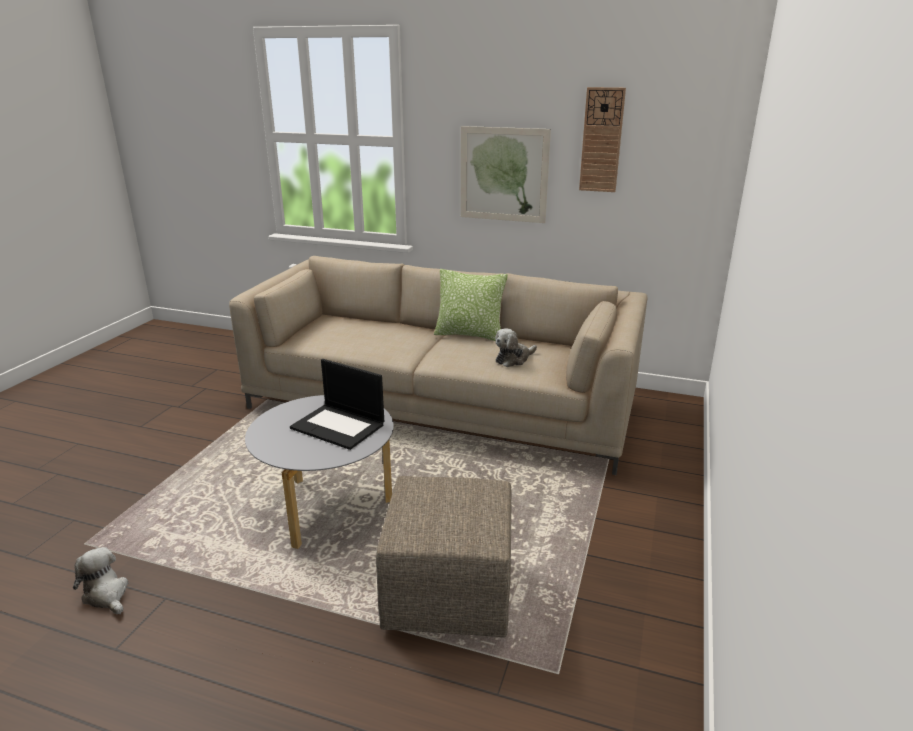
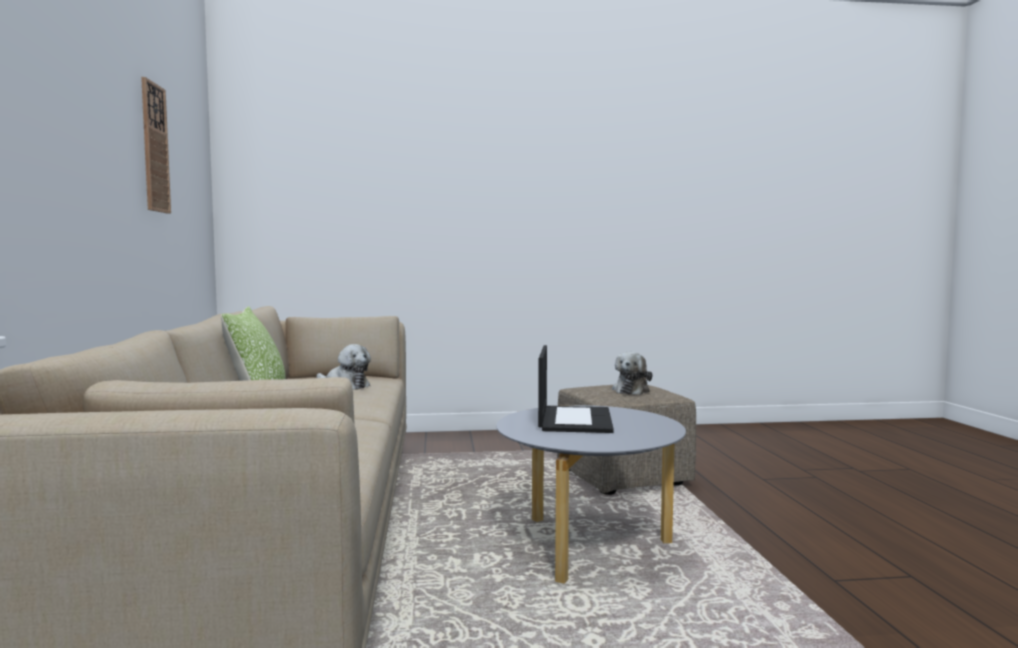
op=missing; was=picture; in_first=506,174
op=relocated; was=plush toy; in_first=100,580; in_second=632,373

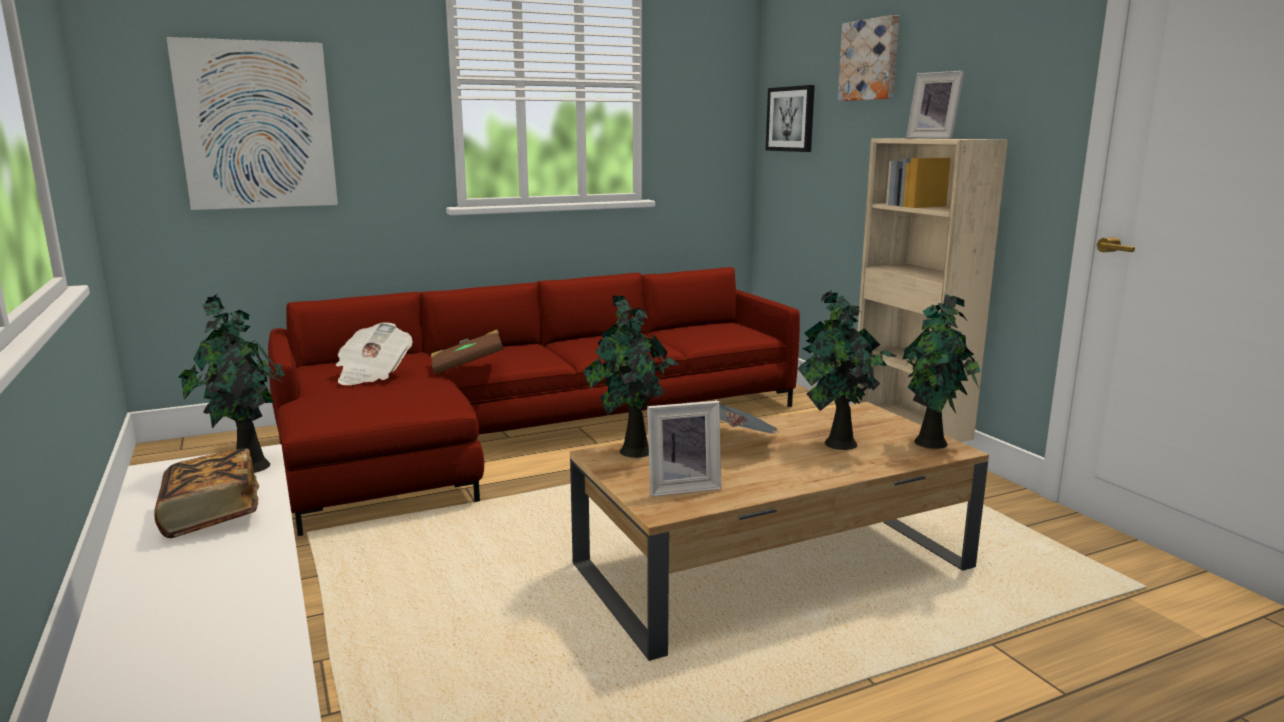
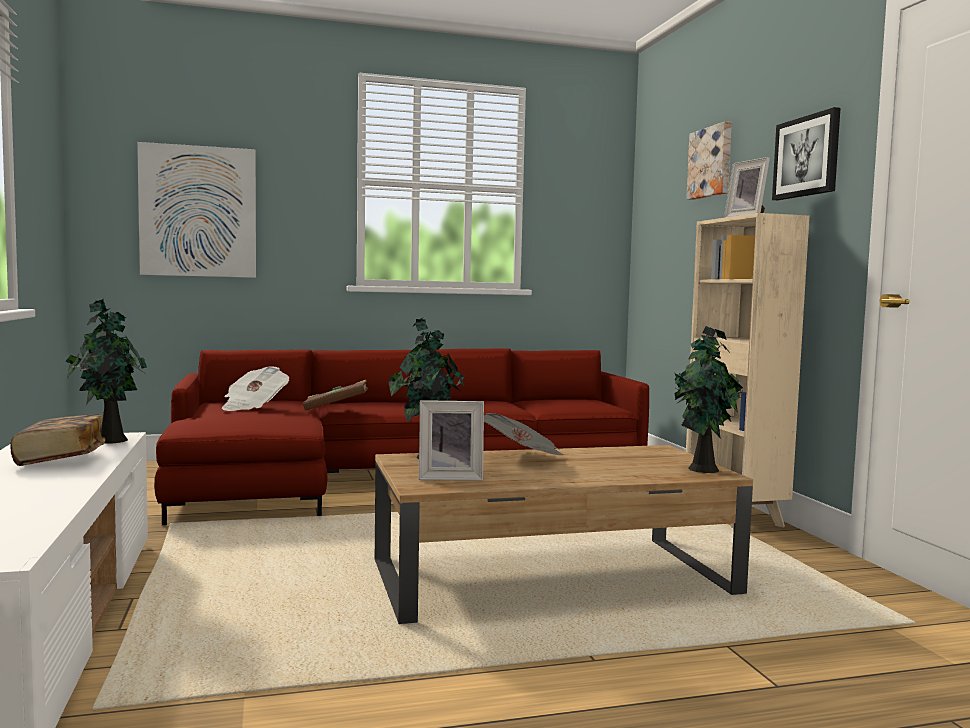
op=relocated; was=picture; in_first=790,118; in_second=806,153
op=missing; was=plant in a pot; in_first=846,370

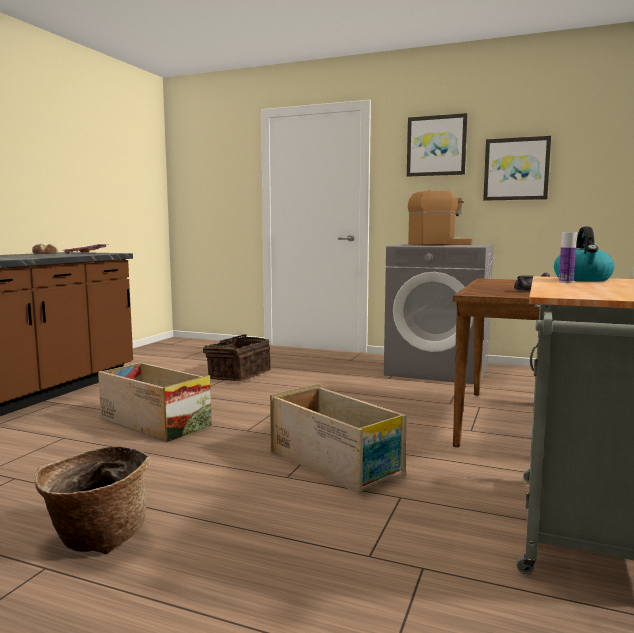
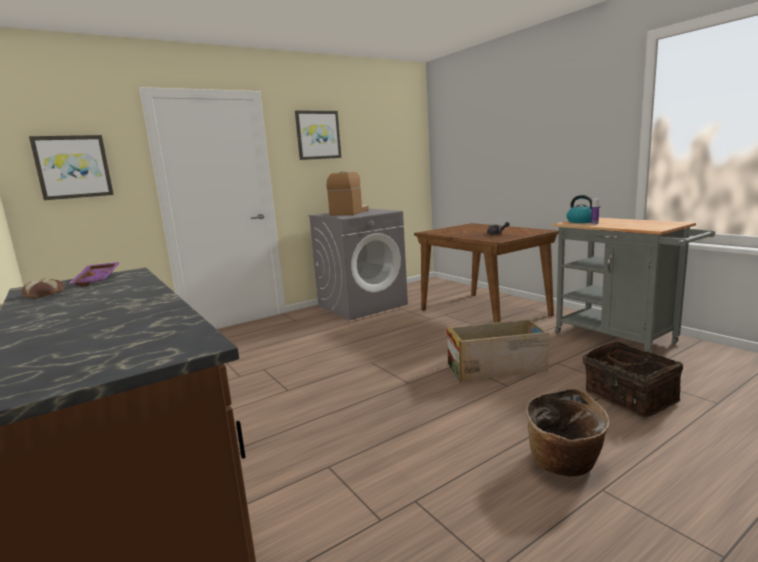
op=relocated; was=picture; in_first=517,168; in_second=71,167
op=relocated; was=basket; in_first=234,357; in_second=633,380
op=missing; was=packing crate; in_first=155,402

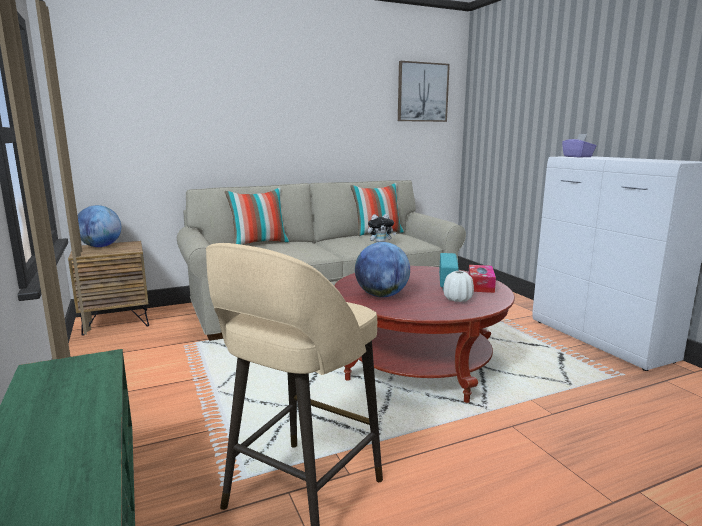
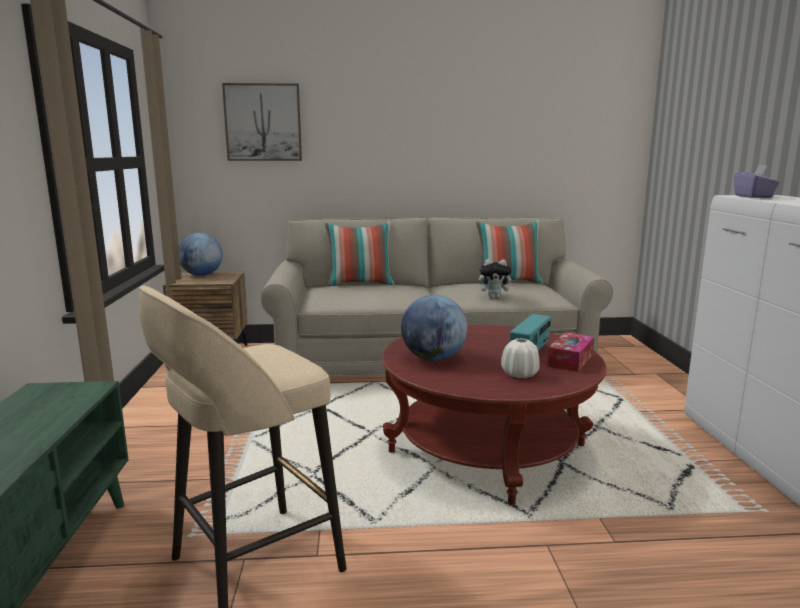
op=relocated; was=picture; in_first=424,91; in_second=262,122

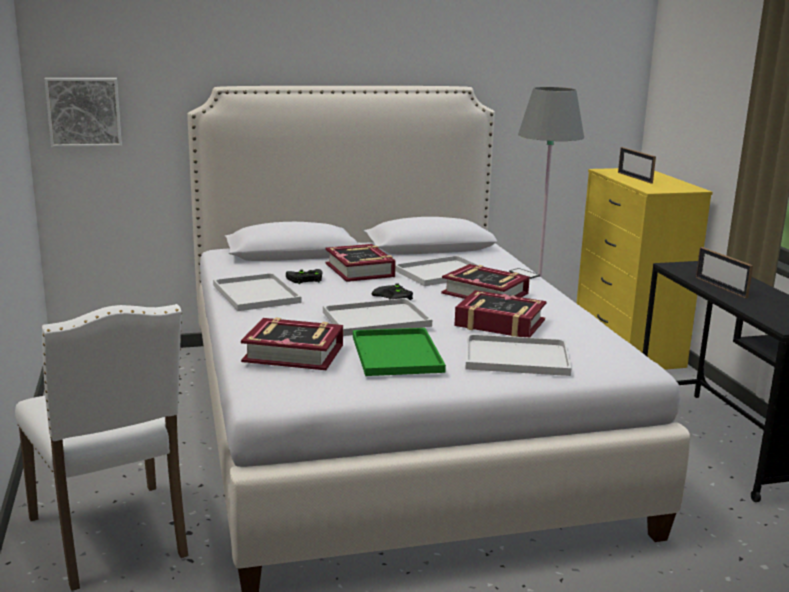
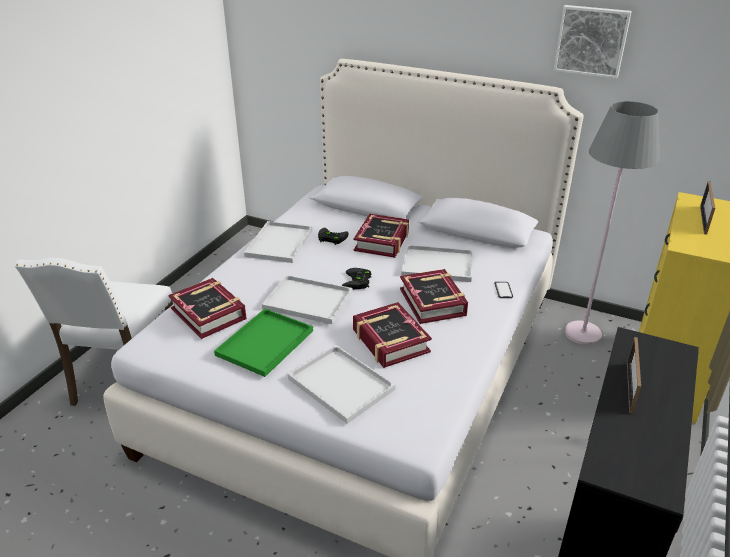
op=relocated; was=picture; in_first=83,113; in_second=593,42

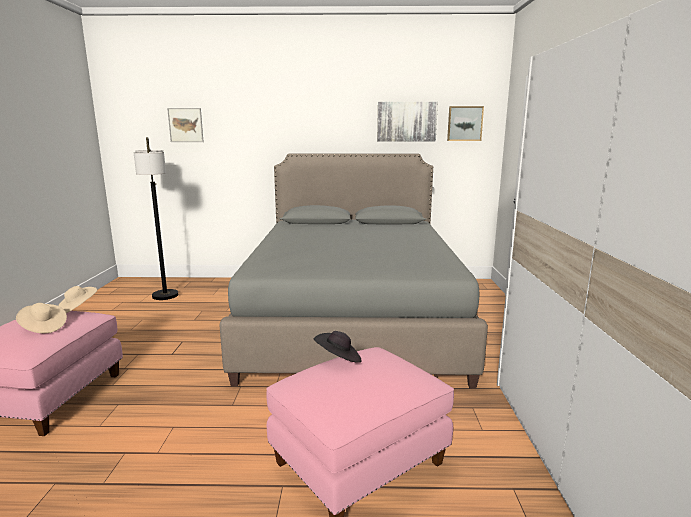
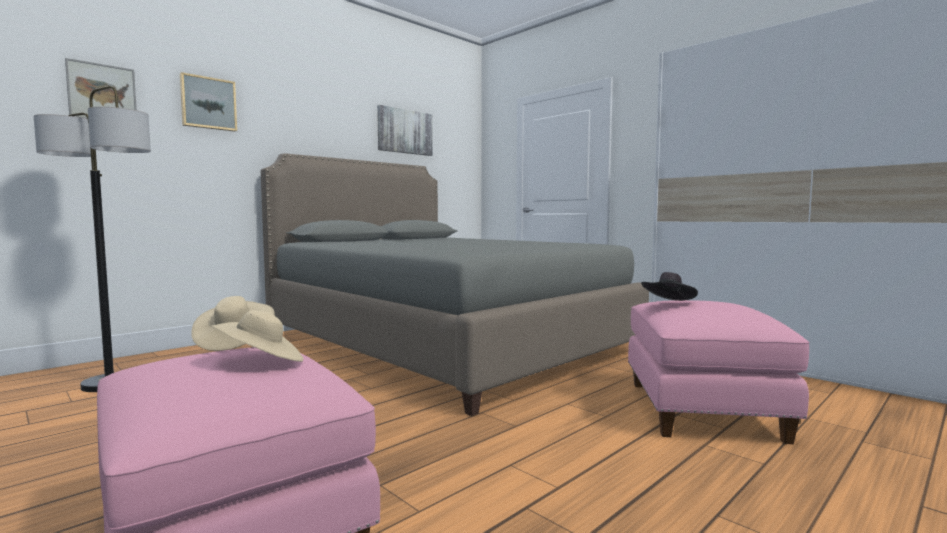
op=relocated; was=picture; in_first=465,123; in_second=208,101

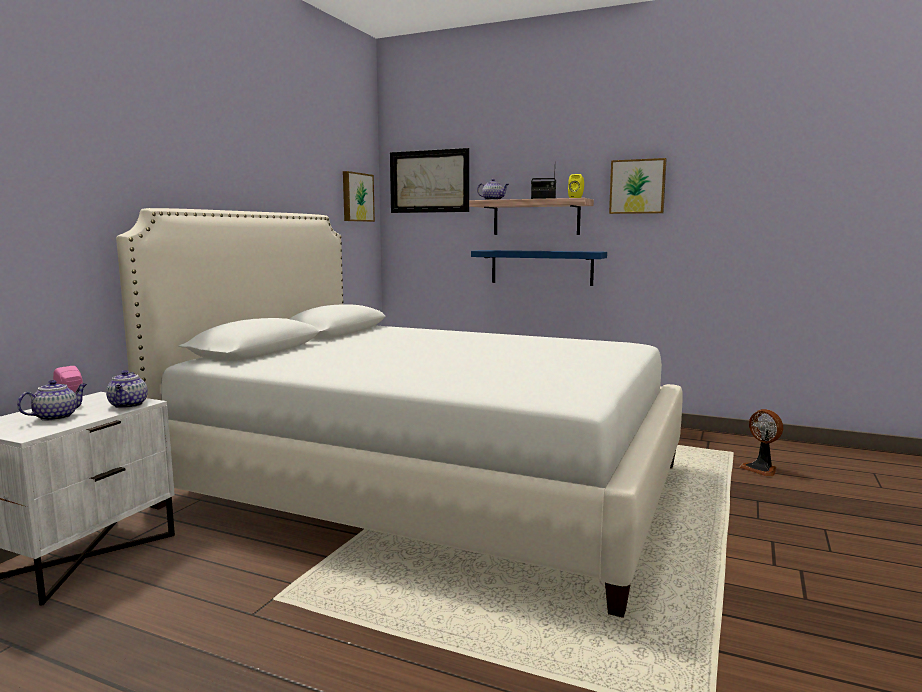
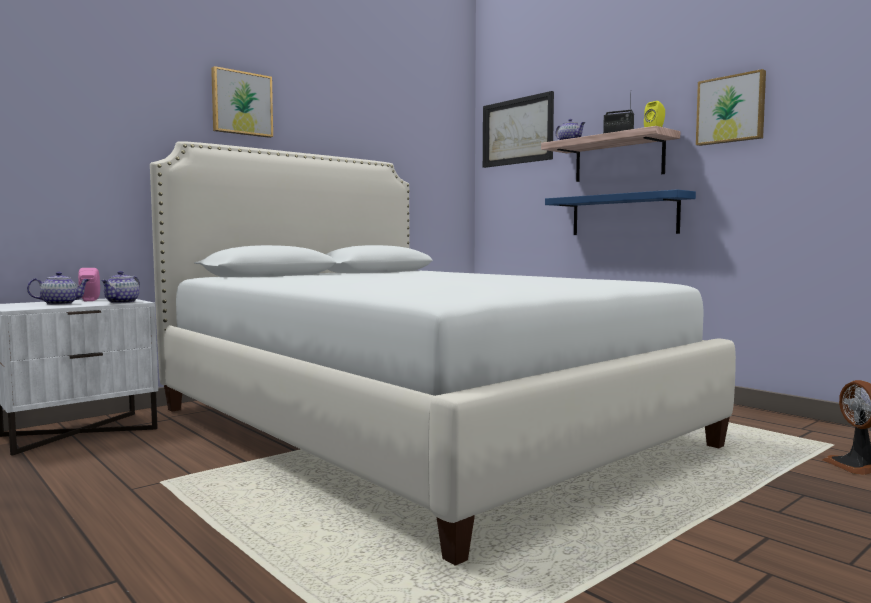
op=relocated; was=picture; in_first=359,196; in_second=242,102

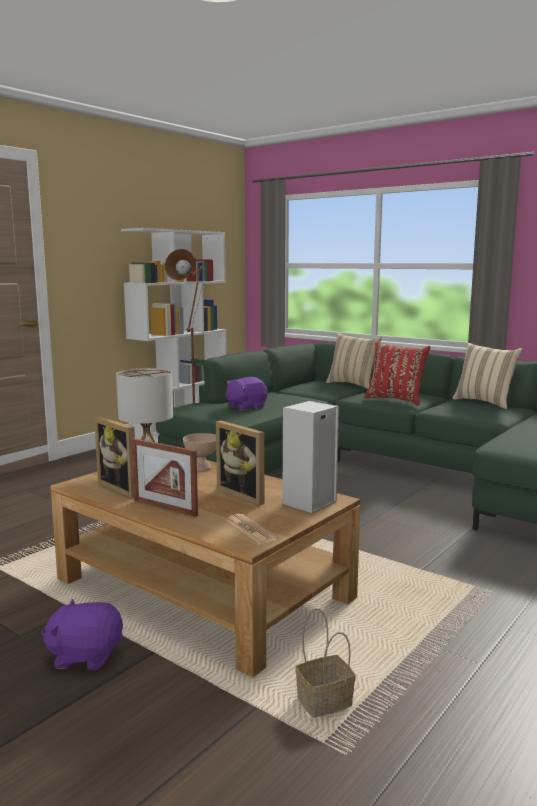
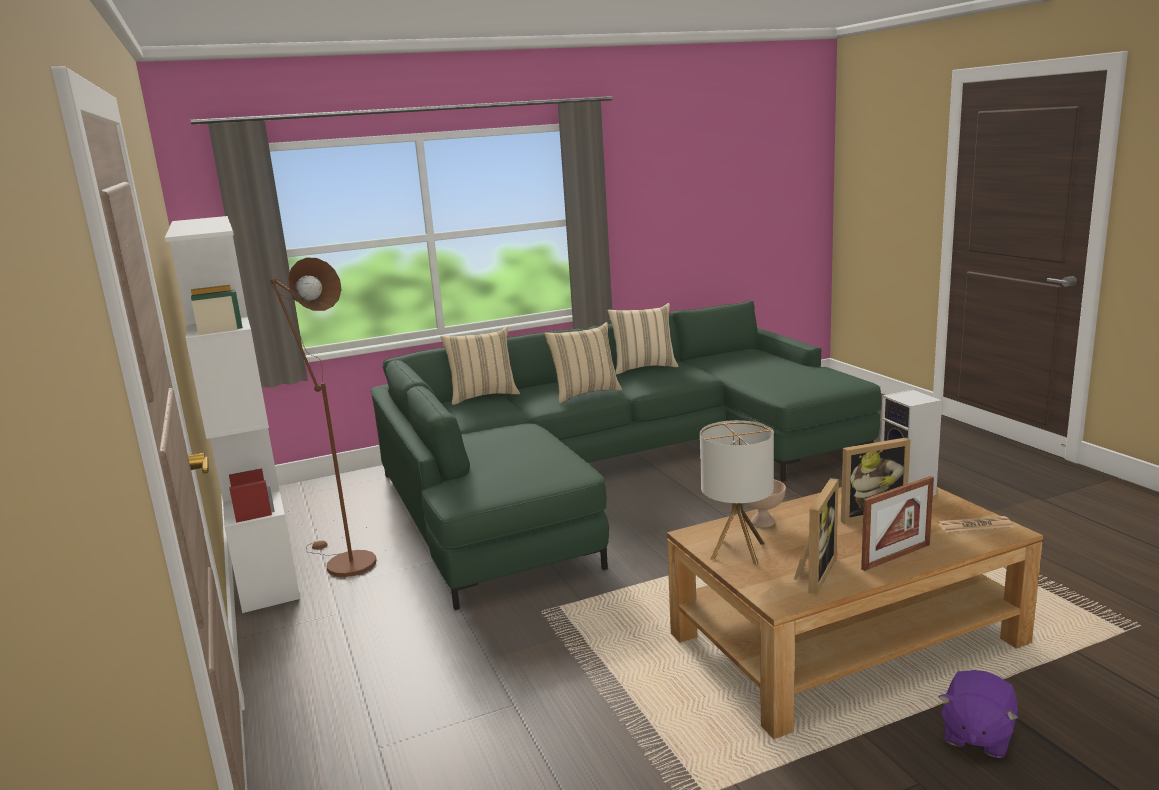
op=colour; was=reddish throw pillow; now=beige-coloured throw pillow; in_first=397,374; in_second=583,362
op=missing; was=purple plush toy; in_first=246,394
op=spun; was=standing frame; in_first=114,457; in_second=816,536; clockwise=-45
op=missing; was=basket; in_first=325,663

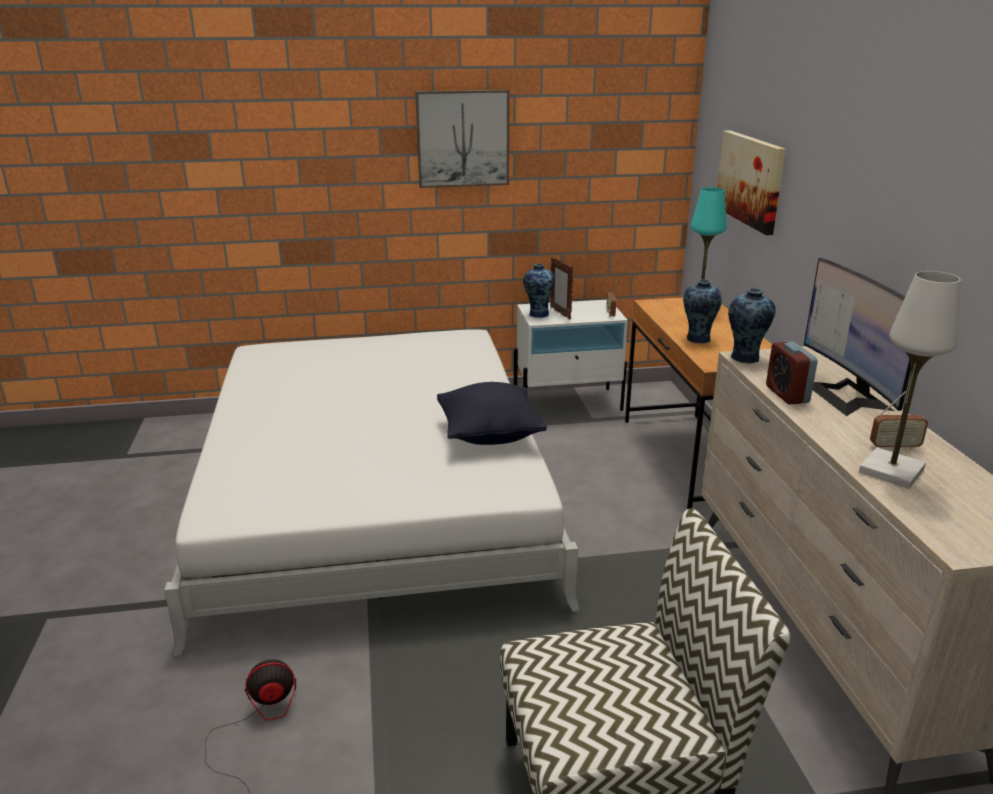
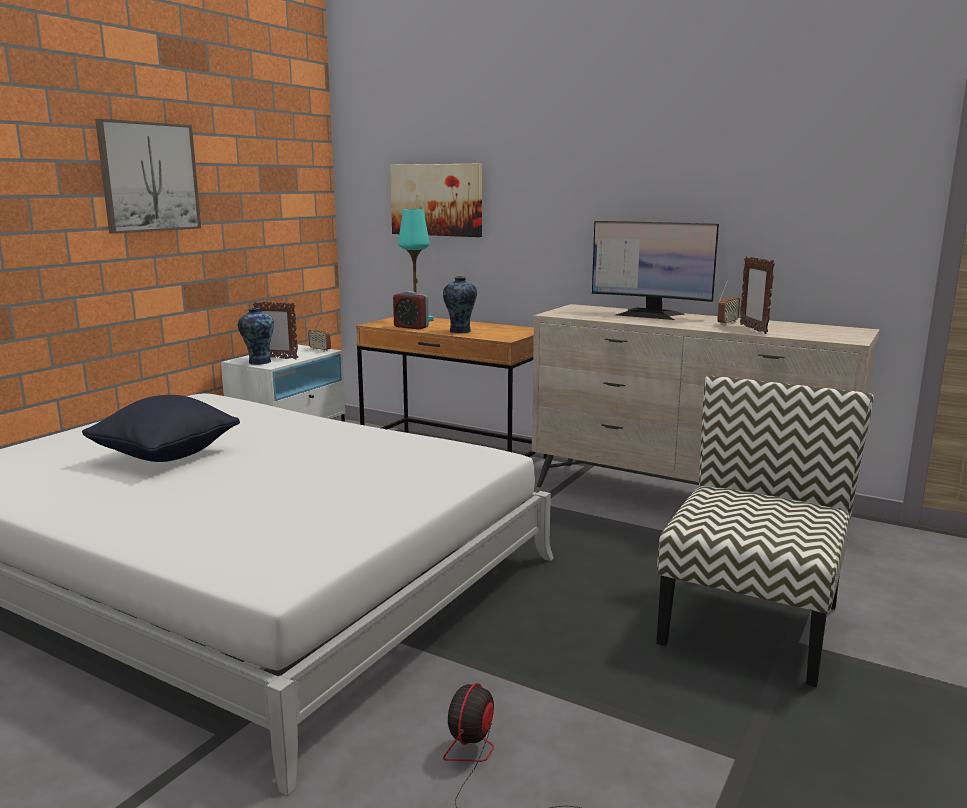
op=exchanged; was=white-coloured table lamp; now=standing frame; in_first=910,380; in_second=757,295
op=missing; was=flower vase; in_first=752,326
op=relocated; was=bedside clock; in_first=792,372; in_second=411,310
op=relocated; was=blackish throw pillow; in_first=492,413; in_second=161,428

